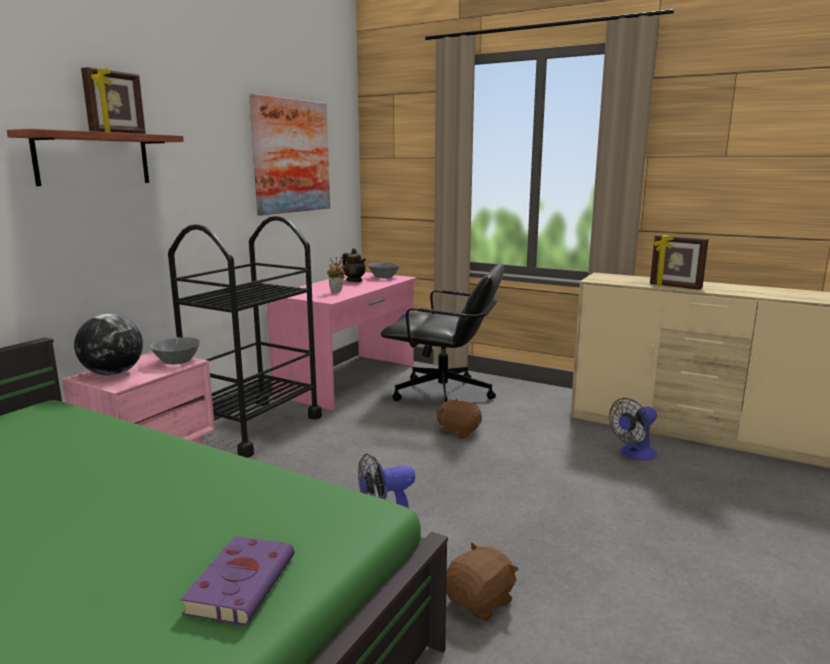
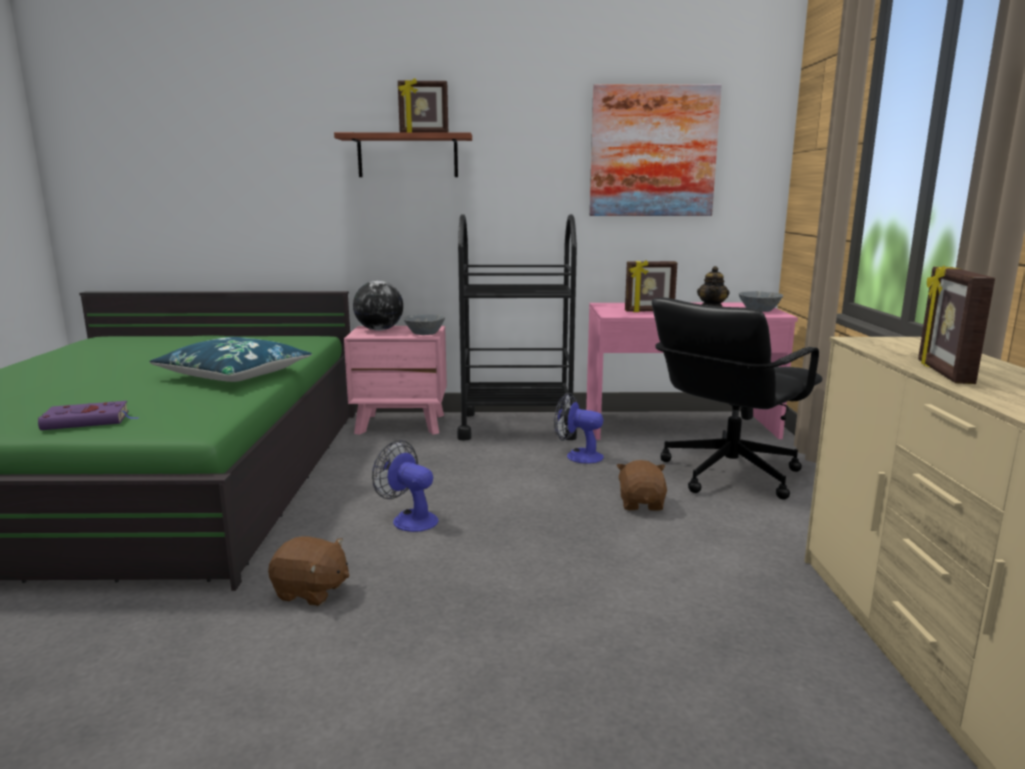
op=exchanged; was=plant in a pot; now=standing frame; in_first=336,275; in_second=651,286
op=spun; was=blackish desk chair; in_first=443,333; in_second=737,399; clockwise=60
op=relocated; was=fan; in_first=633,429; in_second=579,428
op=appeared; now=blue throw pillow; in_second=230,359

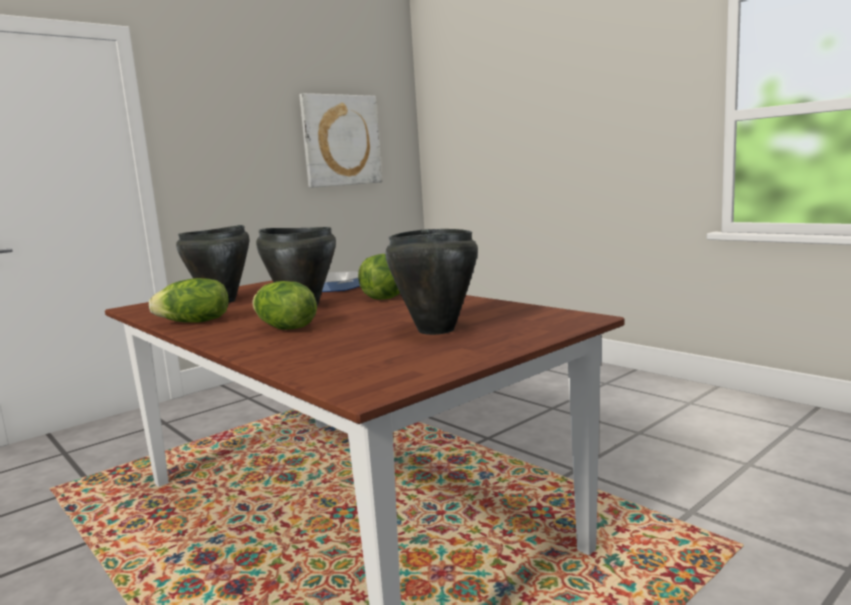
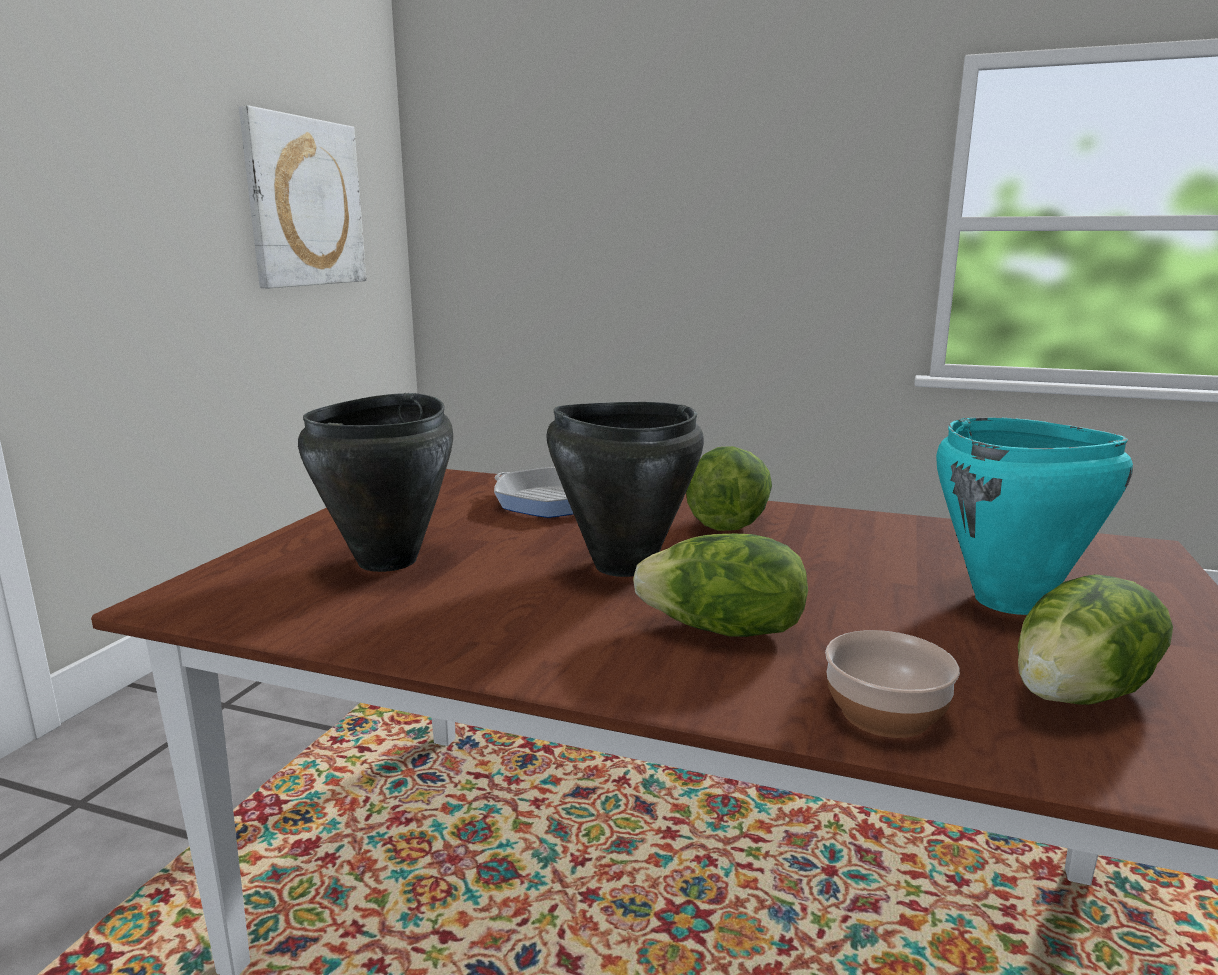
op=colour; was=blackish stockpot; now=blue-green stockpot; in_first=431,282; in_second=1034,516
op=relocated; was=lettuce head; in_first=189,300; in_second=1095,639
op=appeared; now=bowl; in_second=892,684

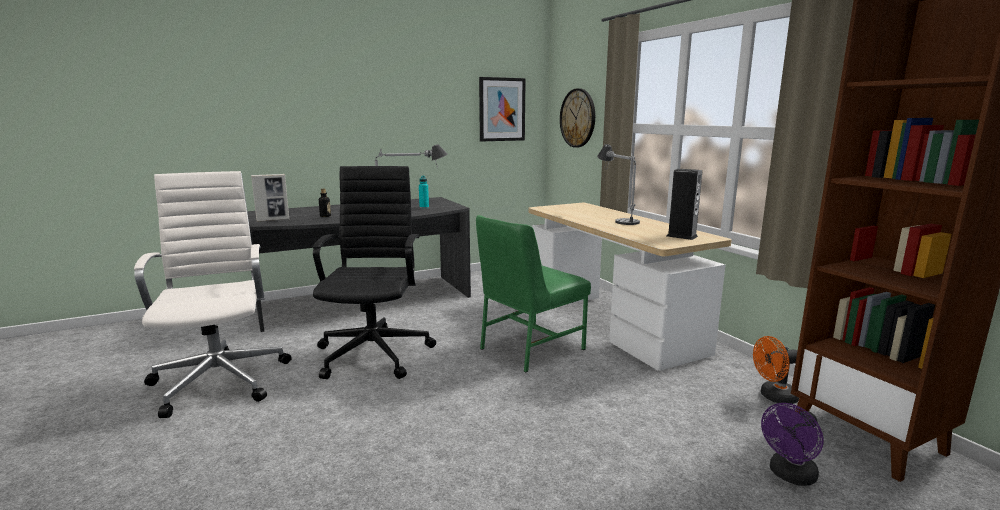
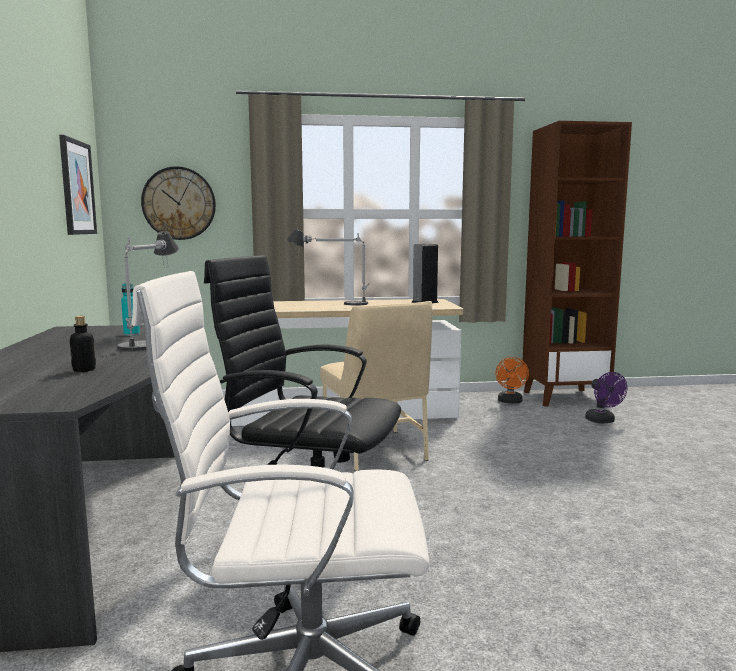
op=missing; was=standing frame; in_first=270,198
op=colour; was=greenish plain chair; now=beige-coloured plain chair; in_first=533,294; in_second=376,386

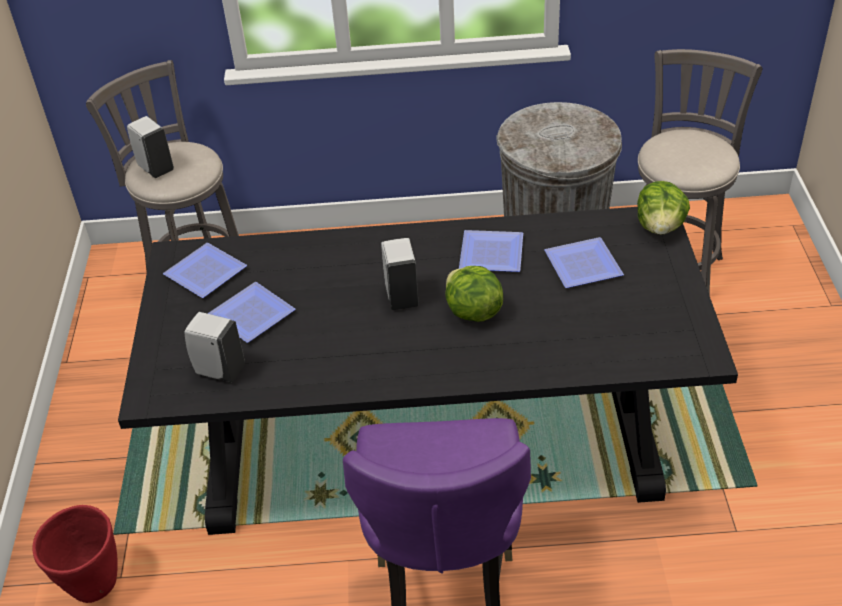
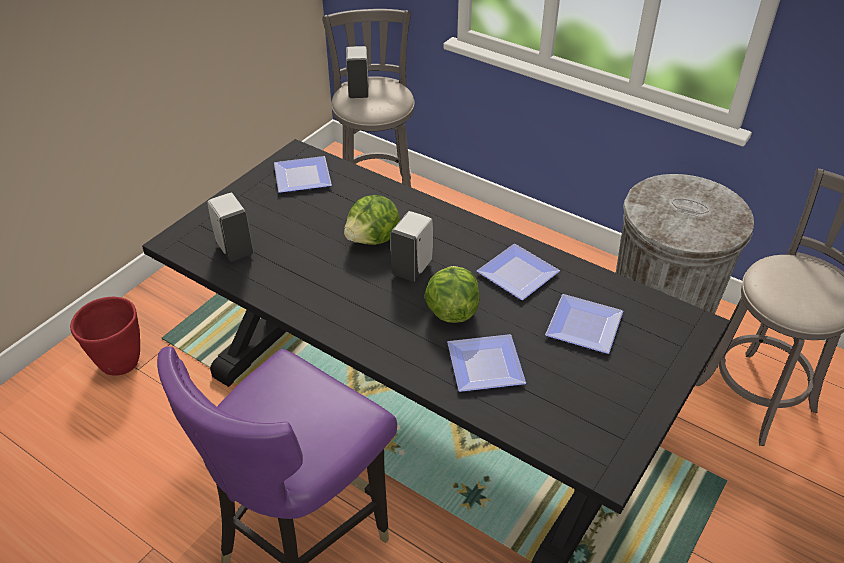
op=relocated; was=lettuce head; in_first=663,208; in_second=372,220
op=relocated; was=flat dish; in_first=251,312; in_second=486,363

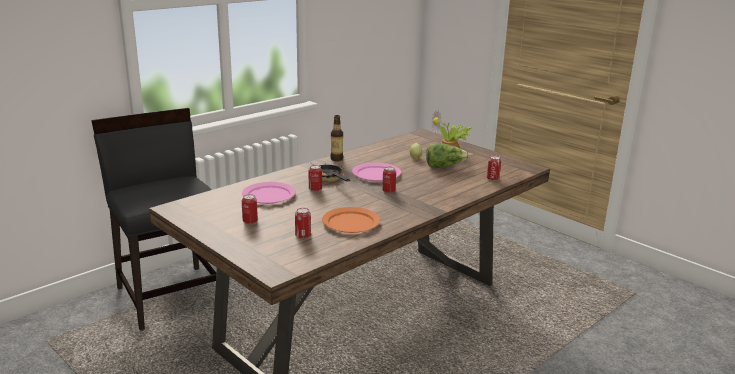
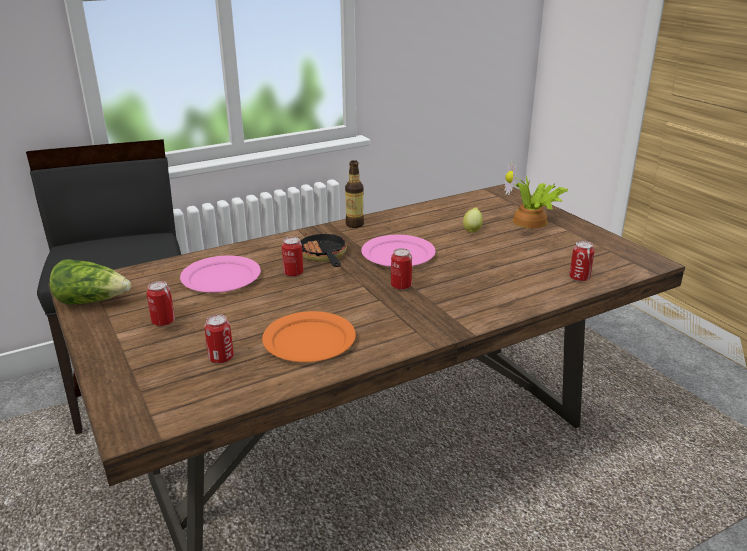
op=relocated; was=lettuce head; in_first=447,155; in_second=90,282

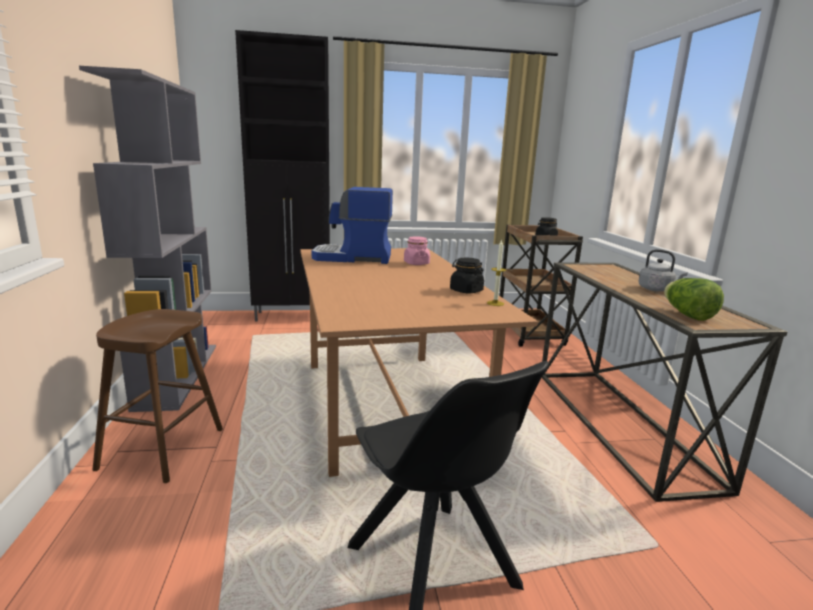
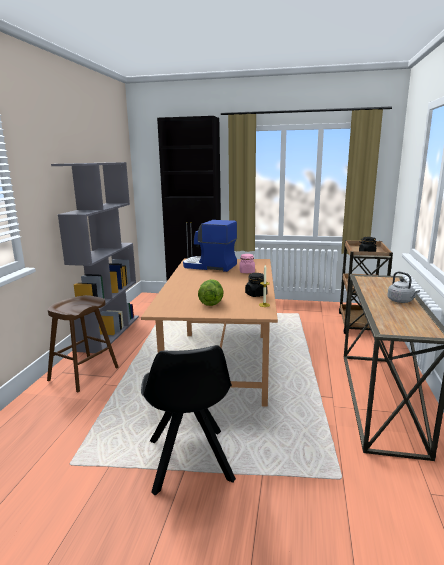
op=relocated; was=lettuce head; in_first=694,299; in_second=210,292

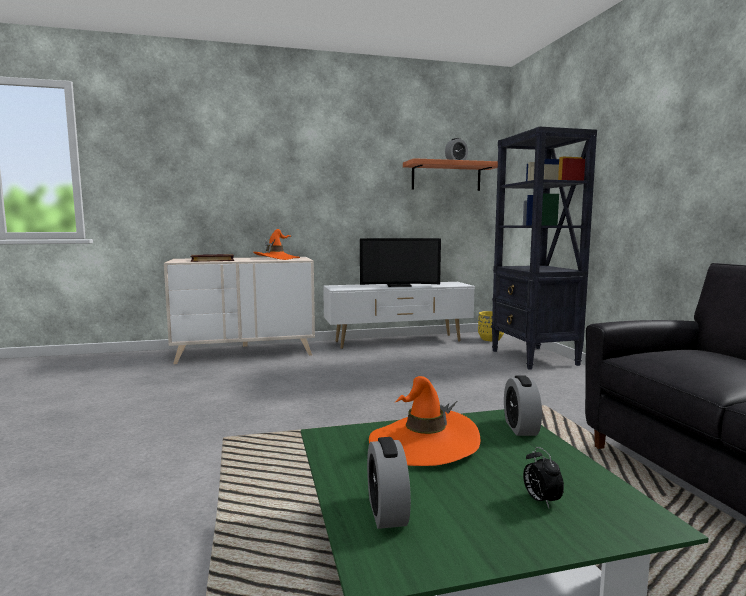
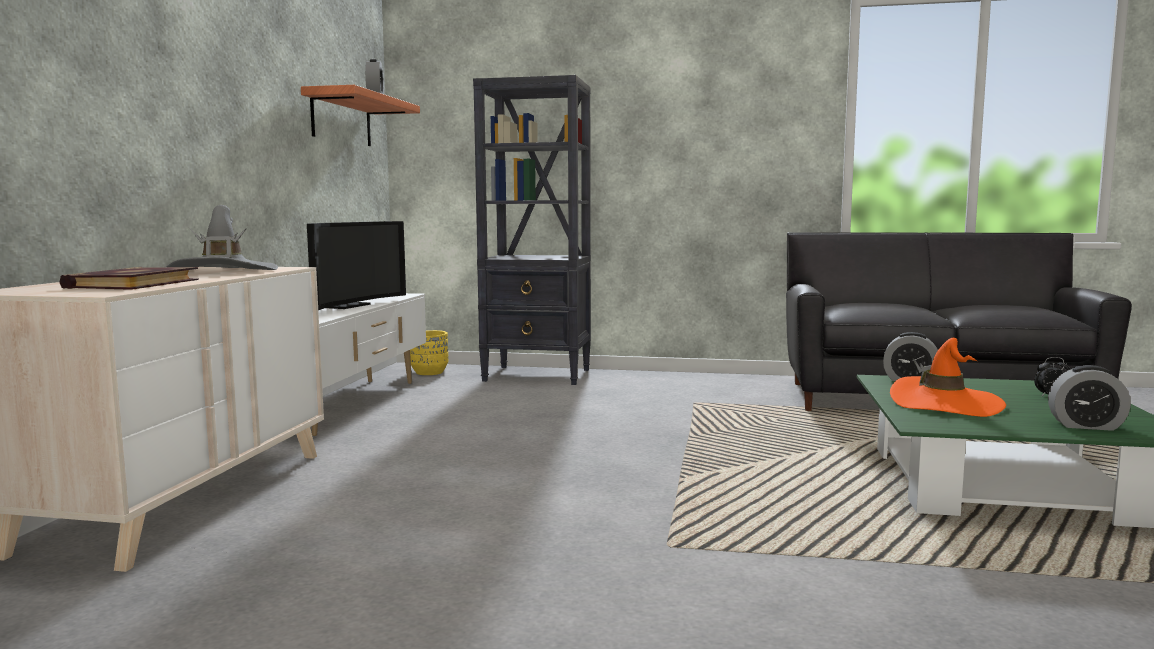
op=colour; was=orange wearable hat; now=grey wearable hat; in_first=276,244; in_second=222,237

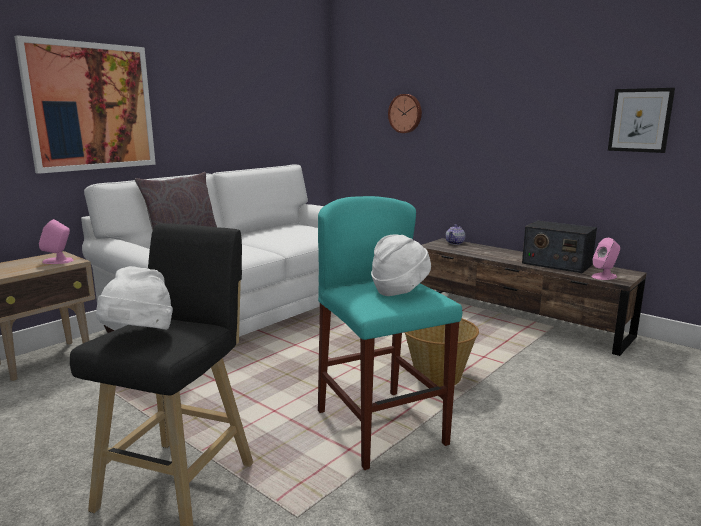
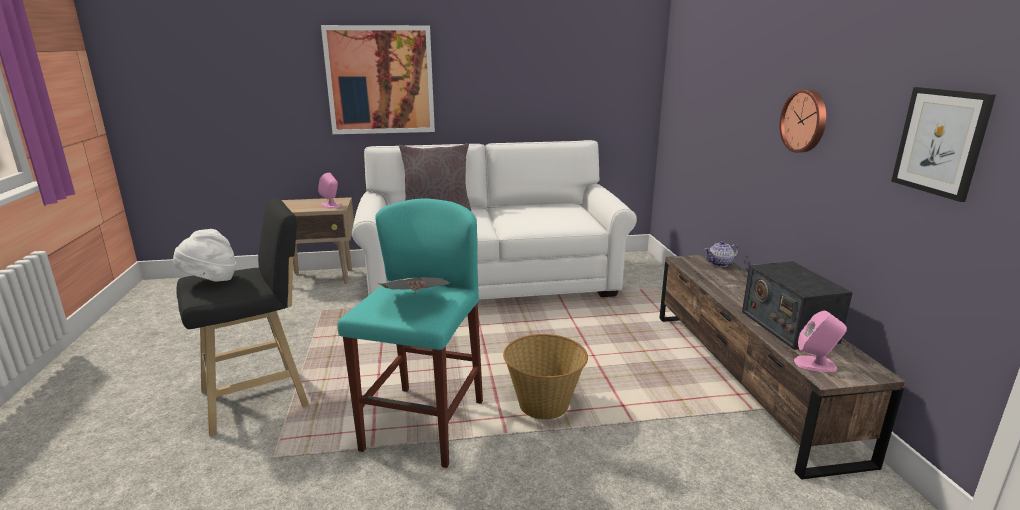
op=relocated; was=hanging clock; in_first=405,113; in_second=803,121
op=exchanged; was=white-coloured wearable hat; now=printed paper; in_first=401,265; in_second=414,284

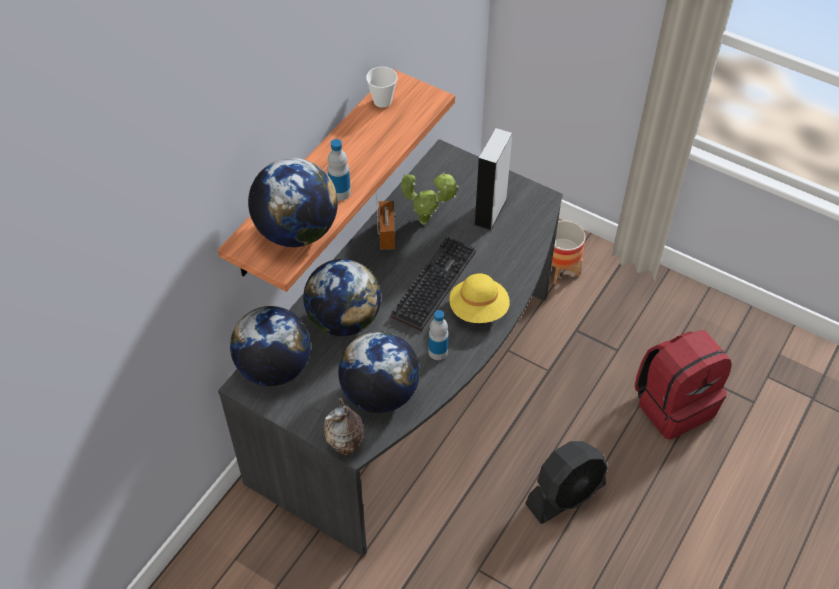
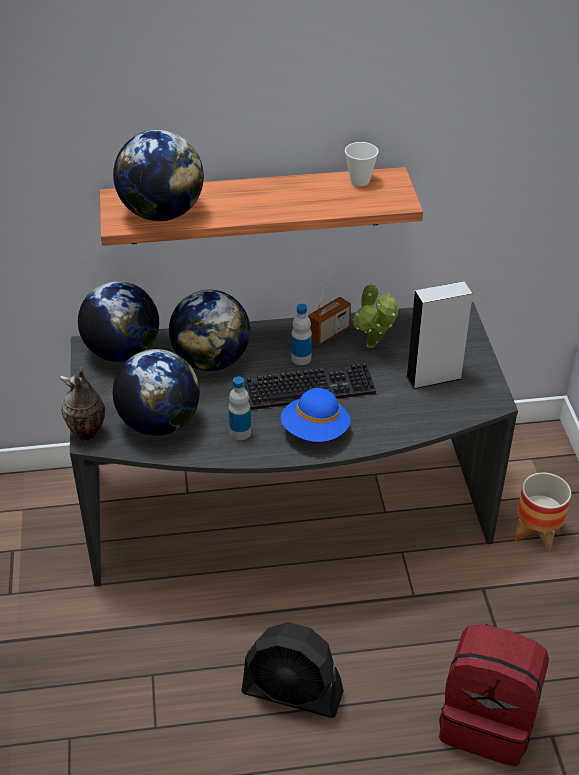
op=relocated; was=bottle; in_first=339,170; in_second=301,334
op=colour; was=yellowish wearable hat; now=blue wearable hat; in_first=479,298; in_second=315,415

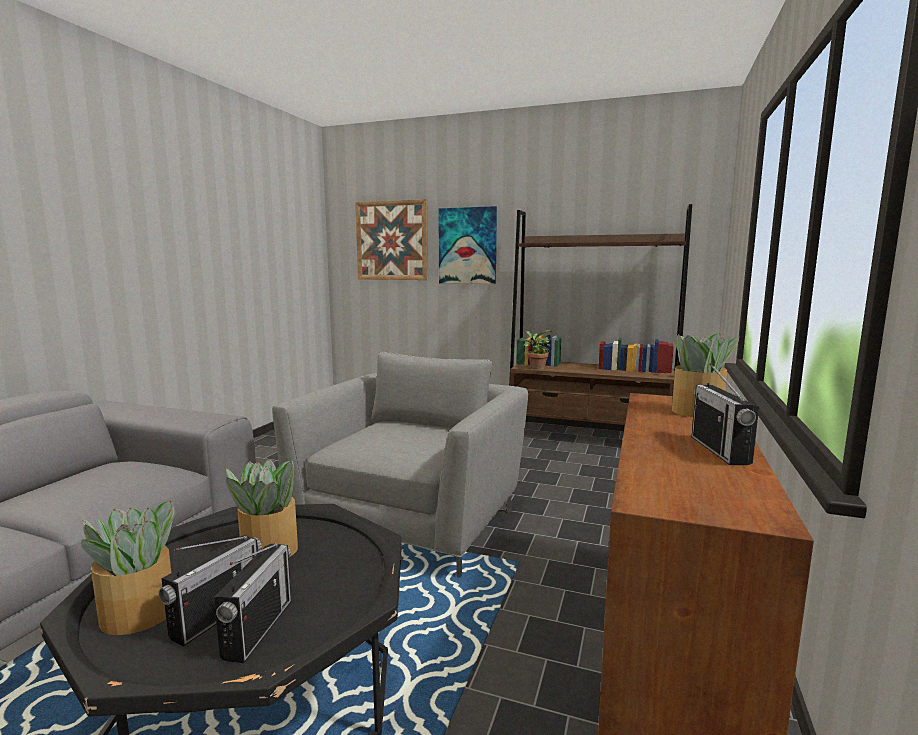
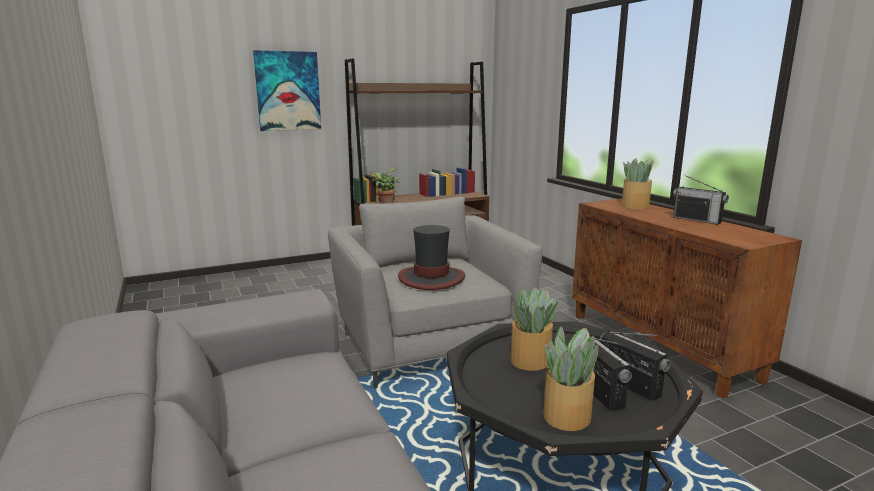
op=missing; was=picture; in_first=391,239
op=appeared; now=wearable hat; in_second=431,257

